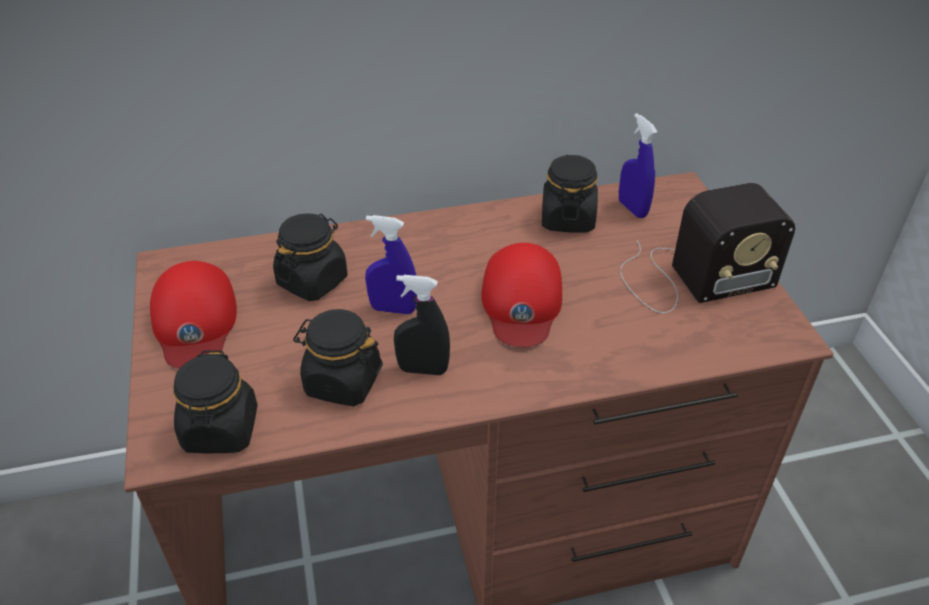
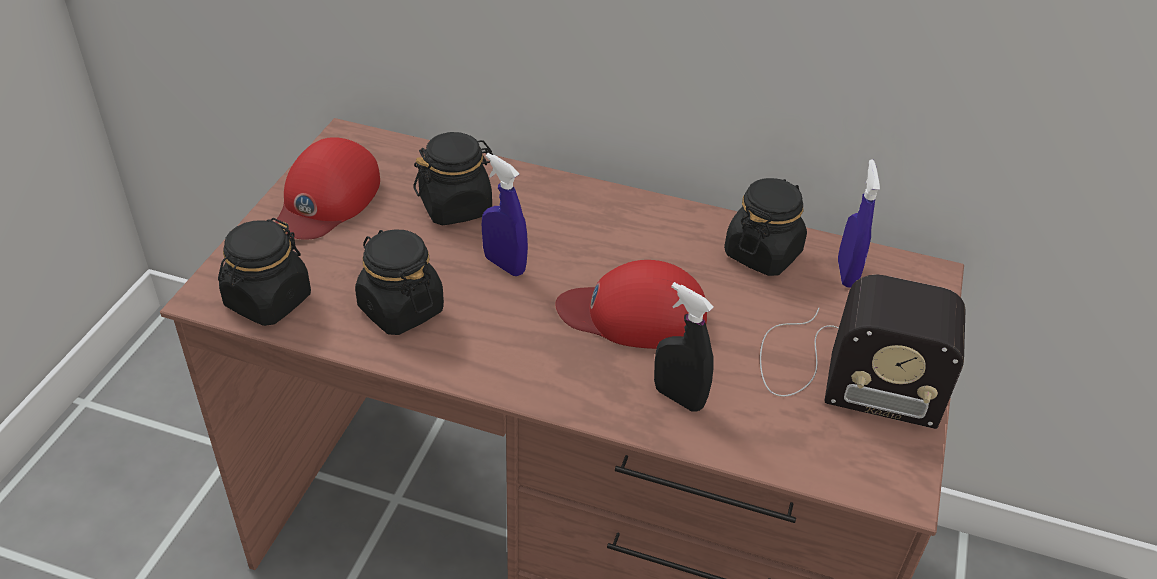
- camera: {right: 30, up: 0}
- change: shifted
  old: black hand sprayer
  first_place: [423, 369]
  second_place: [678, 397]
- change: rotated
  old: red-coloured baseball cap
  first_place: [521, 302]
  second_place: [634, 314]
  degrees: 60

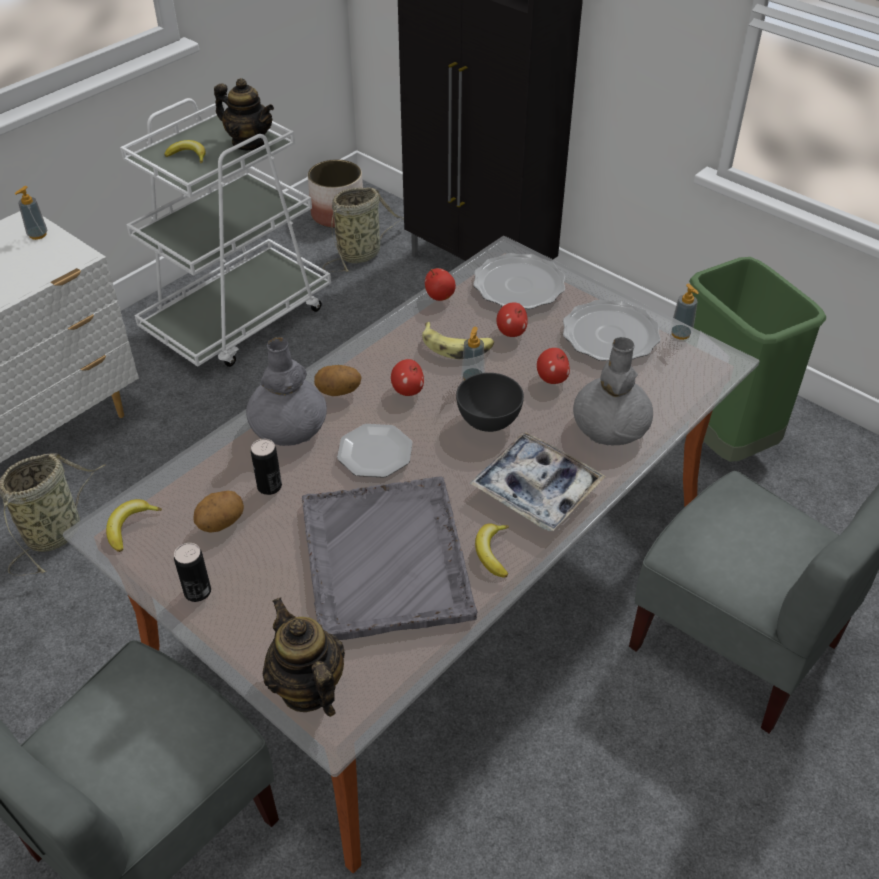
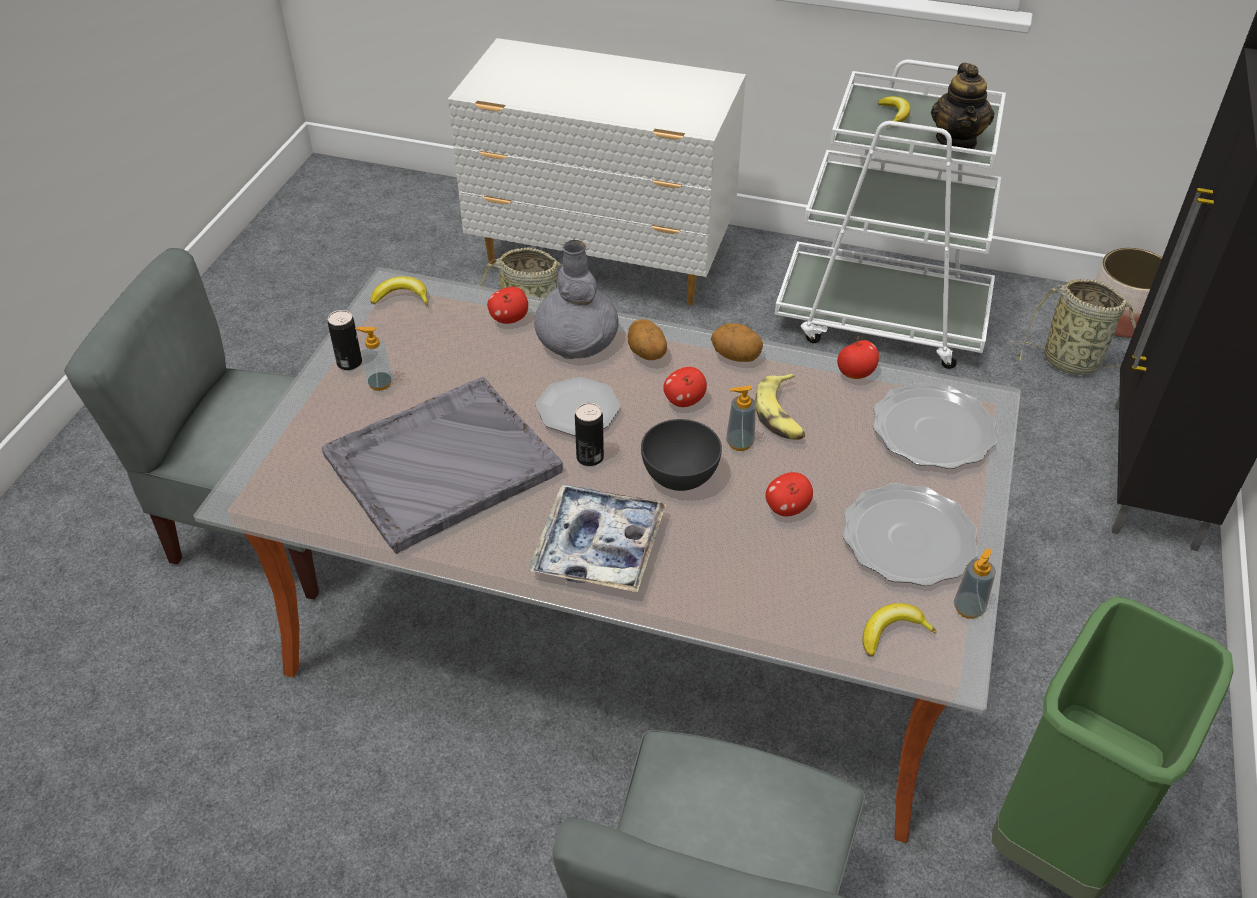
- camera: {right: 65, up: 0}
- change: shifted
  old: soap dispenser
  first_place: [37, 235]
  second_place: [380, 383]
- change: shifted
  old: whole potato
  first_place: [221, 523]
  second_place: [736, 356]
- change: shifted
  old: metal can
  first_place: [269, 486]
  second_place: [590, 457]
- change: gone
  old: teapot
  first_place: [307, 688]
- change: shifted
  old: banana fruit
  first_place: [492, 552]
  second_place: [892, 632]
- change: shifted
  old: whole apple
  first_place: [511, 332]
  second_place: [509, 319]
- change: gone
  old: grey decorative vase
  first_place: [609, 426]

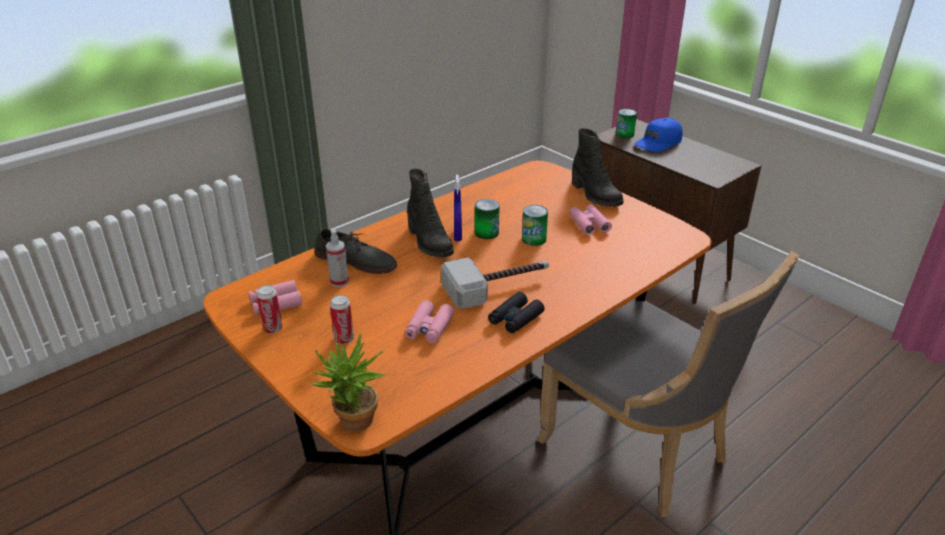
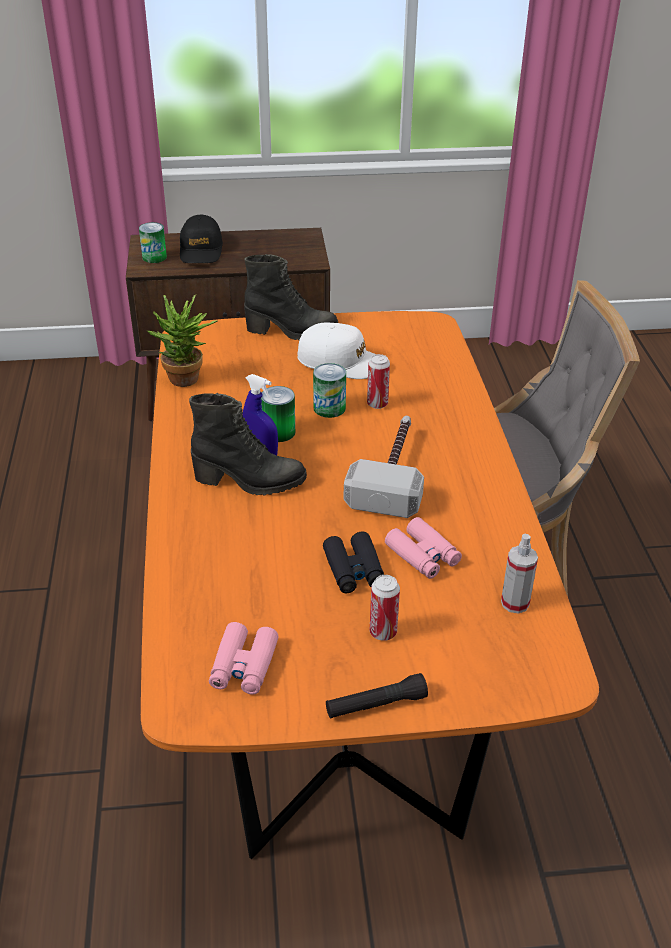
- camera: {right: -55, up: 5}
- change: shifted
  old: metal can
  first_place: [273, 329]
  second_place: [377, 404]
- change: shifted
  old: houseplant
  first_place: [354, 425]
  second_place: [187, 382]
- change: gone
  old: grey low shoe
  first_place: [356, 260]
- change: shifted
  old: hand sprayer
  first_place: [339, 281]
  second_place: [515, 603]
- change: shifted
  old: black binoculars
  first_place: [515, 318]
  second_place: [354, 570]
- change: swapped
  old: pink-coloured binoculars
  new: whitish baseball cap
  first_place: [589, 224]
  second_place: [342, 362]
- change: repainted
  old: blue baseball cap
  new: black baseball cap
  first_place: [658, 143]
  second_place: [201, 250]
- change: new
  new: black flashlight
  second_place: [376, 705]

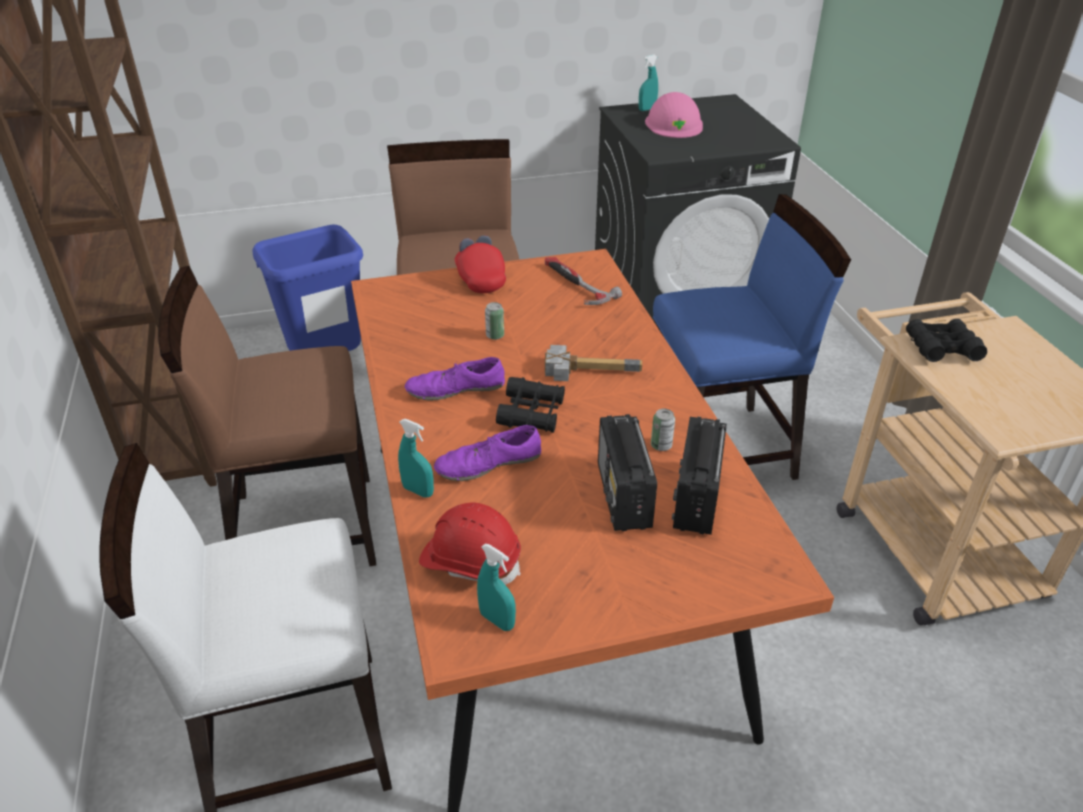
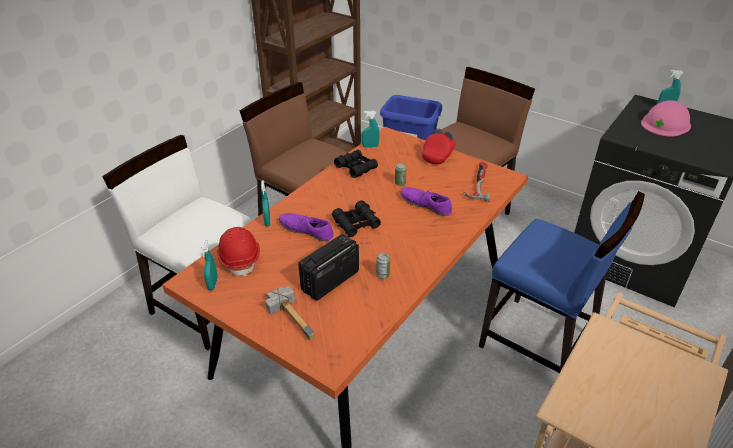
- camera: {right: 50, up: 0}
- change: shifted
  old: purple-coloured low shoe
  first_place: [455, 388]
  second_place: [425, 204]
- change: shifted
  old: hammer
  first_place: [589, 367]
  second_place: [295, 315]
- change: gone
  old: radio
  first_place: [696, 499]
- change: shifted
  old: black binoculars
  first_place: [942, 348]
  second_place: [356, 168]
- change: new
  new: turquoise hand sprayer
  second_place: [370, 146]

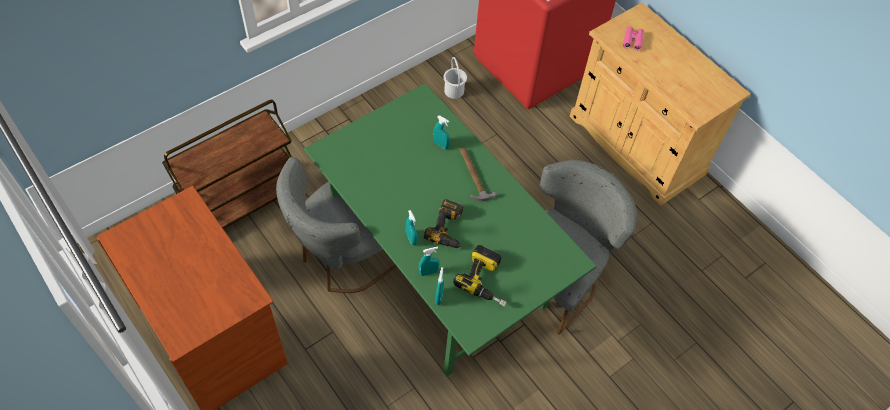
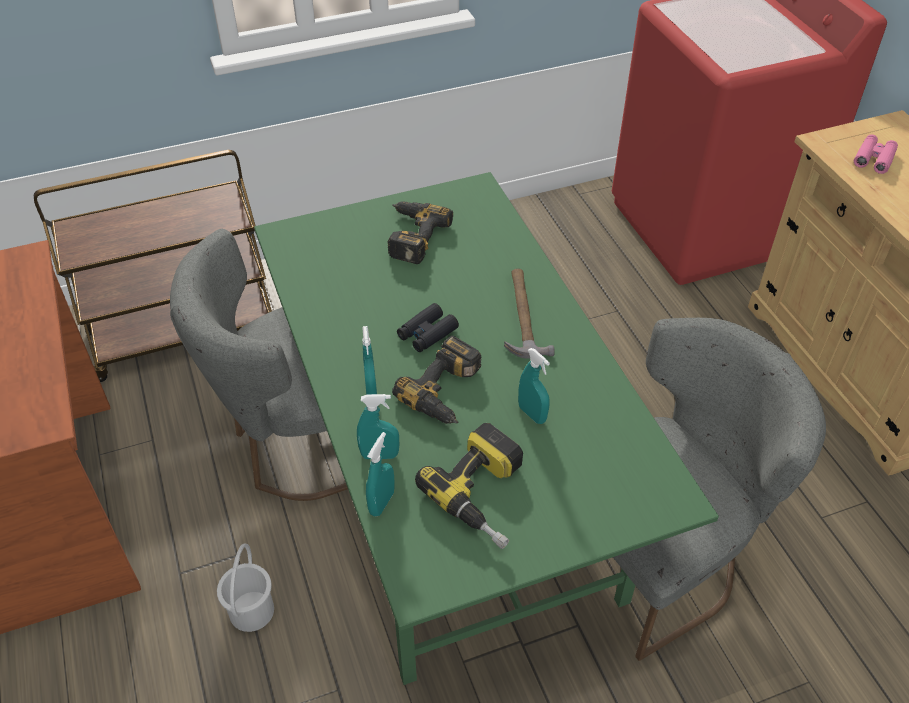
- camera: {right: 20, up: -10}
- change: shifted
  old: turquoise hand sprayer
  first_place: [441, 144]
  second_place: [532, 414]
- change: shifted
  old: whitish water bucket
  first_place: [453, 91]
  second_place: [250, 611]
- change: new
  new: electric drill
  second_place: [410, 236]
- change: new
  new: black binoculars
  second_place: [427, 333]

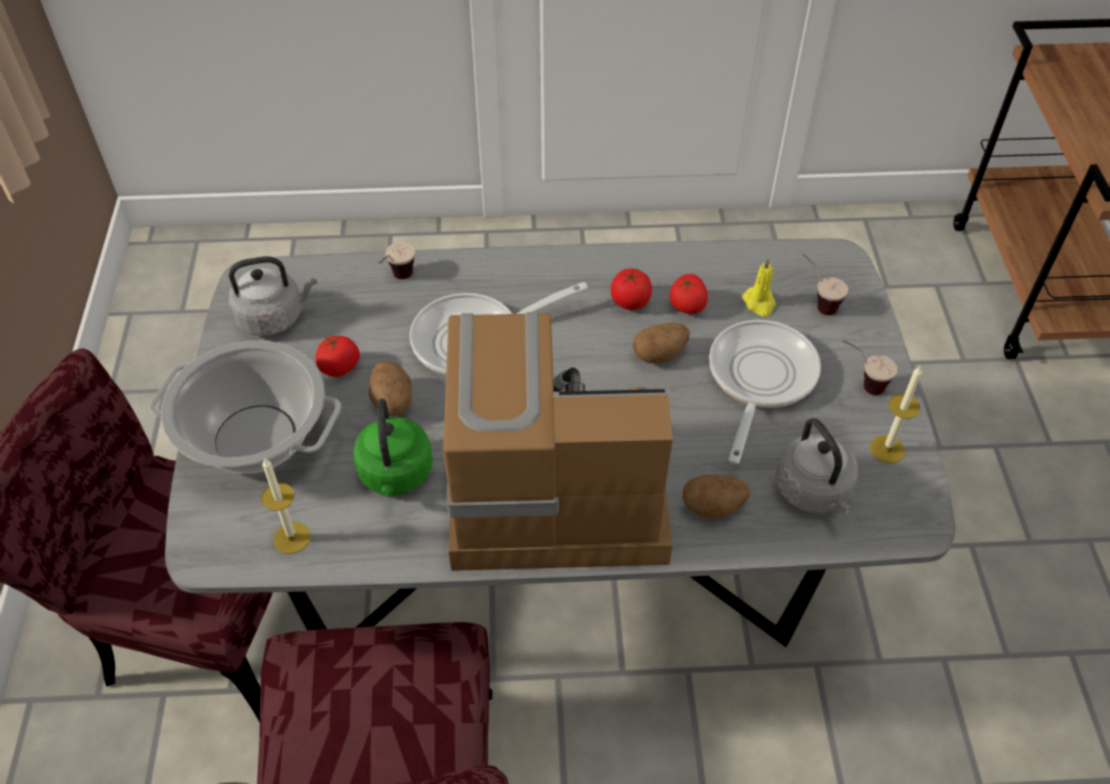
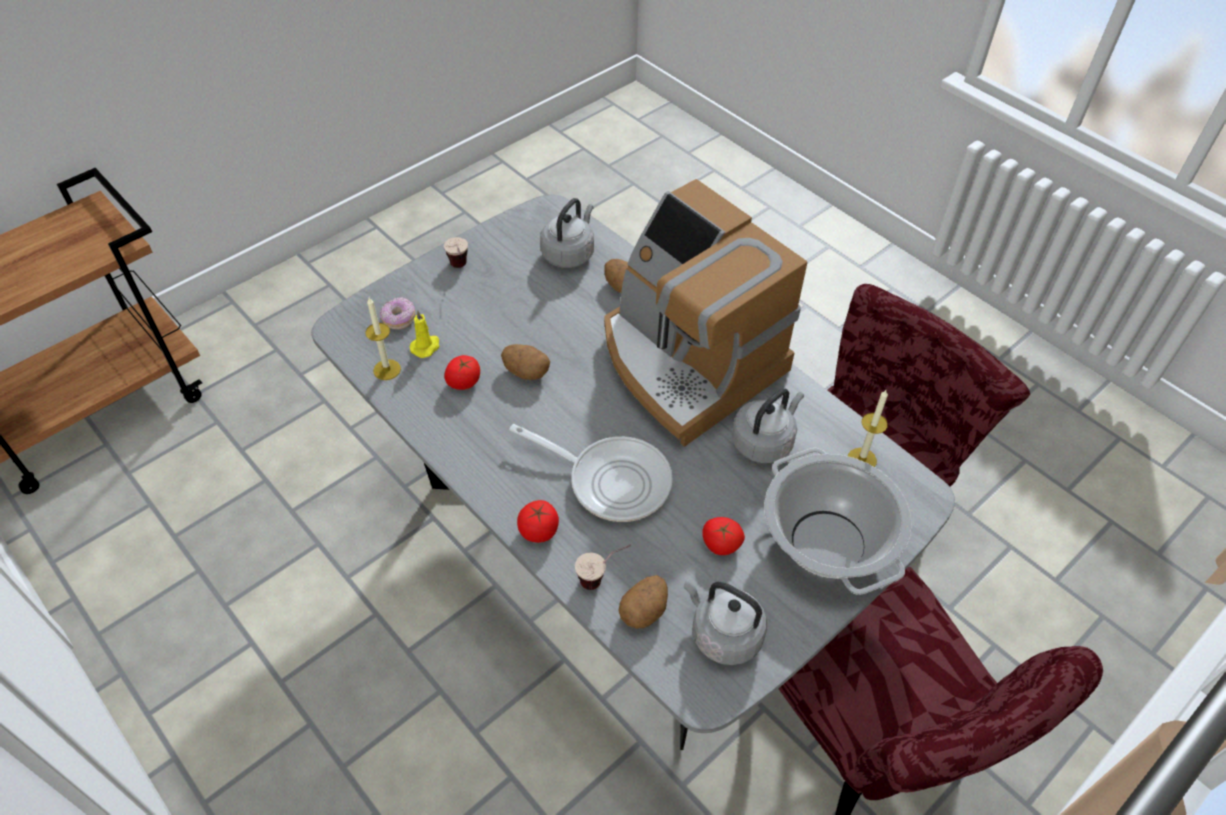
- camera: {right: -130, up: 0}
- change: repainted
  old: greenish water kettle
  new: grey water kettle
  first_place: [395, 475]
  second_place: [764, 442]
- change: shifted
  old: whole potato
  first_place: [393, 402]
  second_place: [644, 611]
- change: shifted
  old: tomato
  first_place: [630, 301]
  second_place: [539, 531]
- change: gone
  old: pan
  first_place: [759, 379]
- change: swapped
  old: drinking cup
  new: ring doughnut
  first_place: [816, 302]
  second_place: [399, 319]
- change: shifted
  old: wax candle
  first_place: [887, 449]
  second_place: [387, 369]

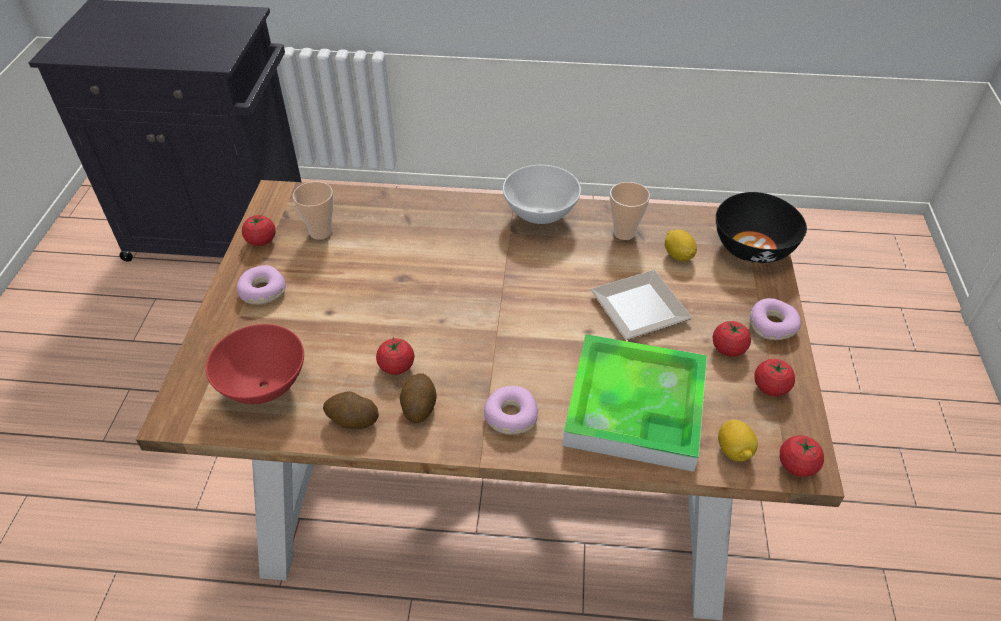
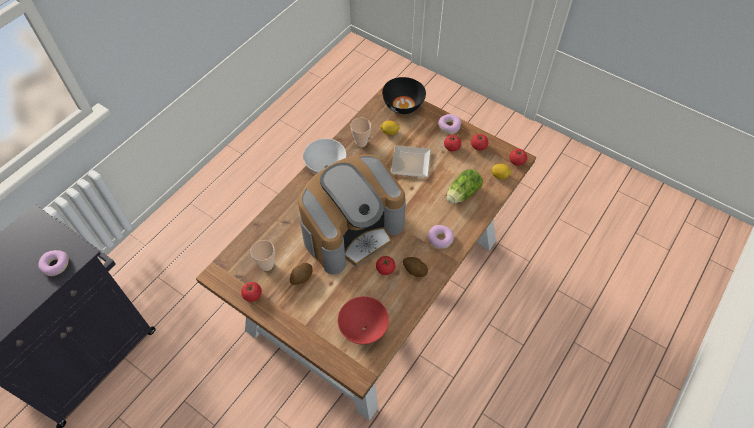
- camera: {right: -60, up: 10}
- change: shifted
  old: ring doughnut
  first_place: [262, 291]
  second_place: [55, 265]
- change: shifted
  old: whole potato
  first_place: [352, 420]
  second_place: [301, 277]
- change: swapped
  old: carrying tray
  new: head of lettuce
  first_place: [635, 406]
  second_place: [461, 194]
- change: new
  new: coffee brewer
  second_place: [352, 230]

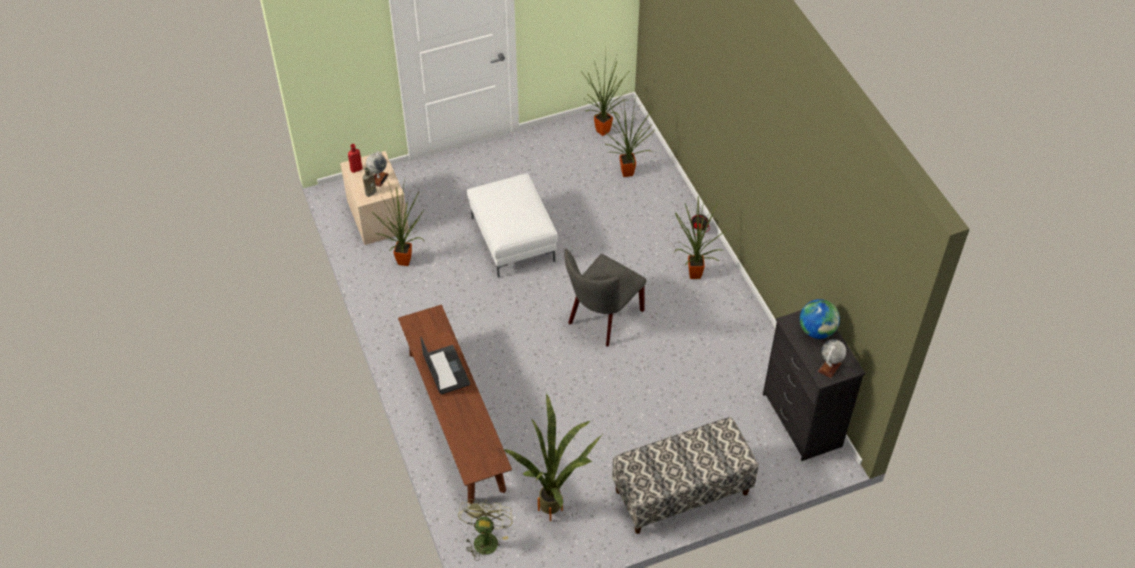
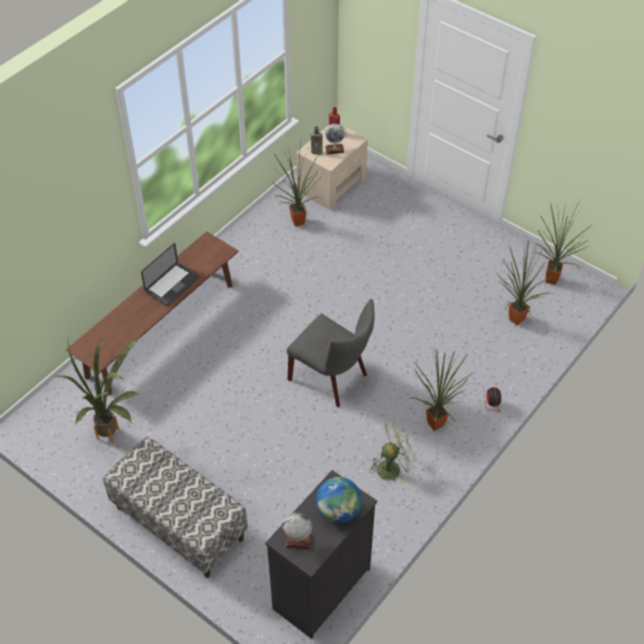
- camera: {right: 60, up: 0}
- change: shifted
  old: greenish electric fan
  first_place: [485, 538]
  second_place: [393, 467]
- change: gone
  old: whitish pouffe
  first_place: [511, 239]
- change: rotated
  old: grey chair
  first_place: [602, 319]
  second_place: [332, 378]
  degrees: -150

